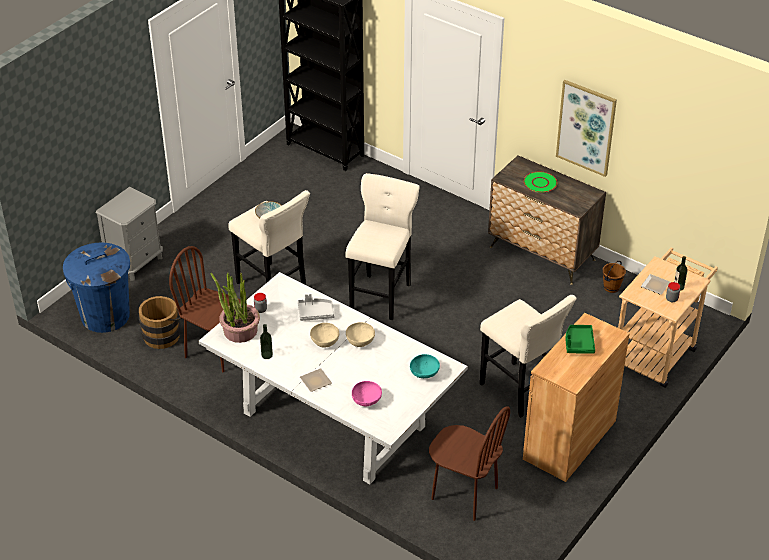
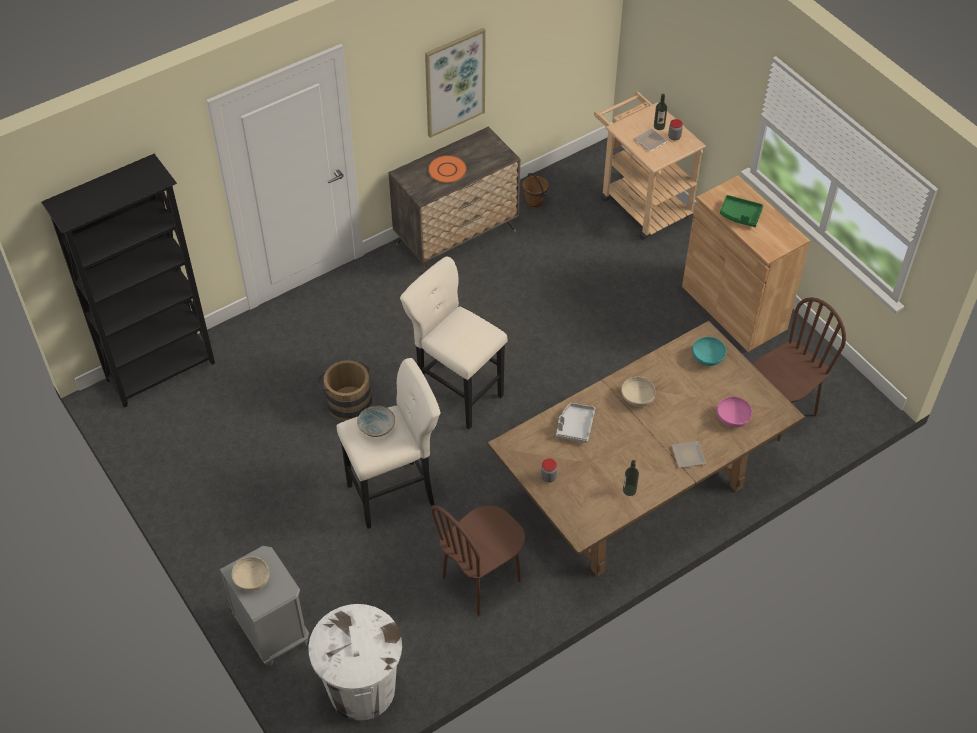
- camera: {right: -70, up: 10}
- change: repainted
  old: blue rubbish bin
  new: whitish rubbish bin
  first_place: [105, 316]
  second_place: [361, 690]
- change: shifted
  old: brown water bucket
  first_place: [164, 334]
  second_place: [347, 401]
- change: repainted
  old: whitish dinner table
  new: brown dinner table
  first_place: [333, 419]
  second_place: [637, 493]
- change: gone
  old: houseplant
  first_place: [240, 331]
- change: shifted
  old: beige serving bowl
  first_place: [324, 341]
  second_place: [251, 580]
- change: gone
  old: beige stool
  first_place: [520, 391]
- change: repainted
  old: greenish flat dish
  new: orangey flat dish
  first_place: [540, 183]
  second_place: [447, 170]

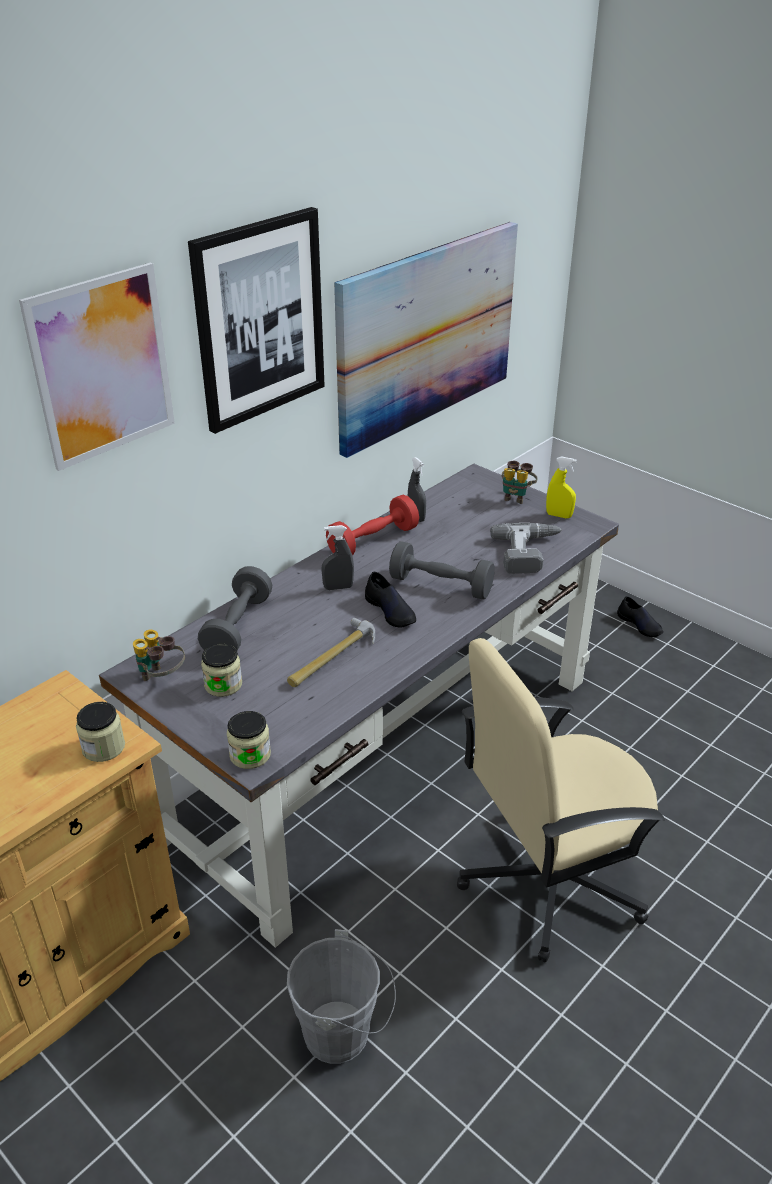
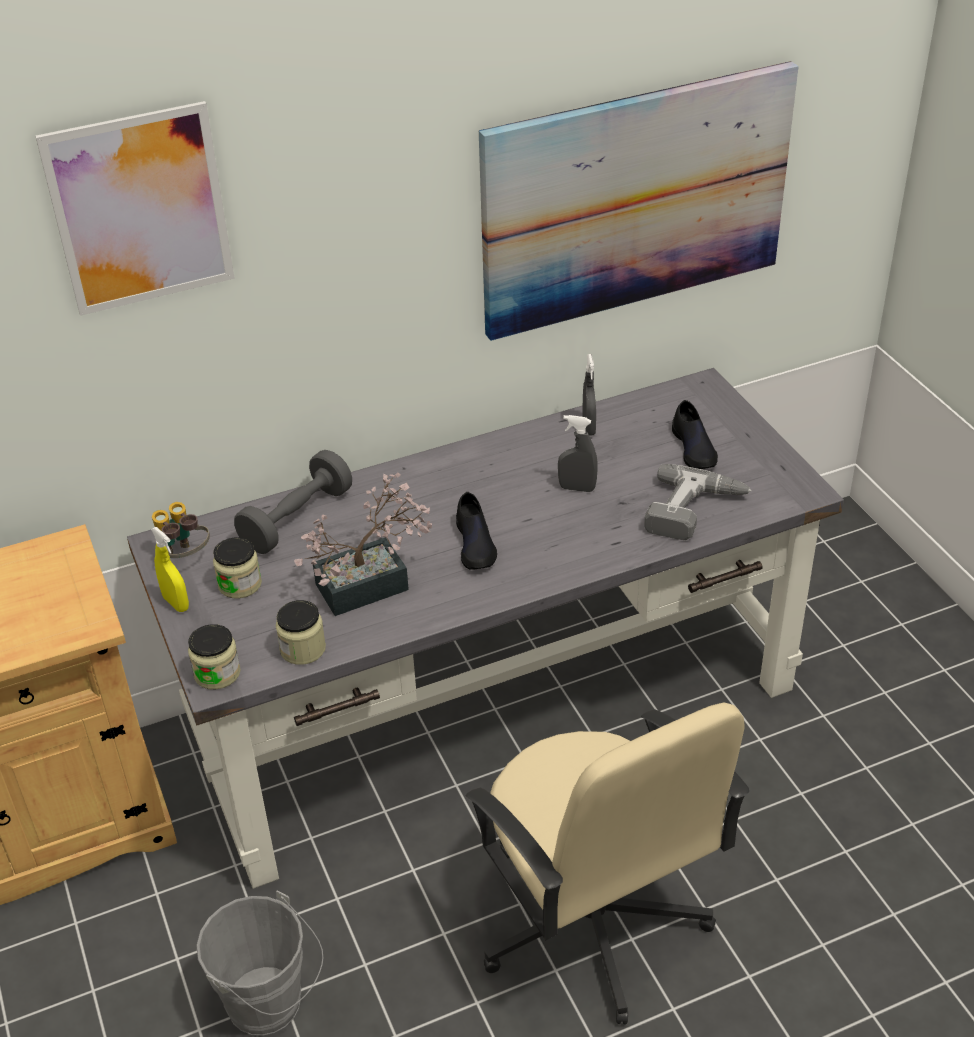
- camera: {right: 25, up: 5}
- change: shifted
  old: jar
  first_place: [103, 747]
  second_place: [303, 649]
- change: gone
  old: picture
  first_place: [259, 319]
- change: swapped
  old: hammer
  new: houseplant
  first_place: [332, 657]
  second_place: [372, 584]
- change: shifted
  old: grey hand sprayer
  first_place: [338, 587]
  second_place: [577, 488]
- change: gone
  old: red-coloured free weight
  first_place: [373, 541]
- change: gone
  old: grey free weight
  first_place: [441, 585]
- change: rotated
  old: beige desk chair
  first_place: [548, 881]
  second_place: [592, 922]
  degrees: -120
- change: gone
  old: binoculars
  first_place: [516, 497]
- change: shifted
  old: yellowish hand sprayer
  first_place: [559, 515]
  second_place: [176, 603]
- change: shifted
  old: black low shoe
  first_place: [640, 625]
  second_place: [694, 448]

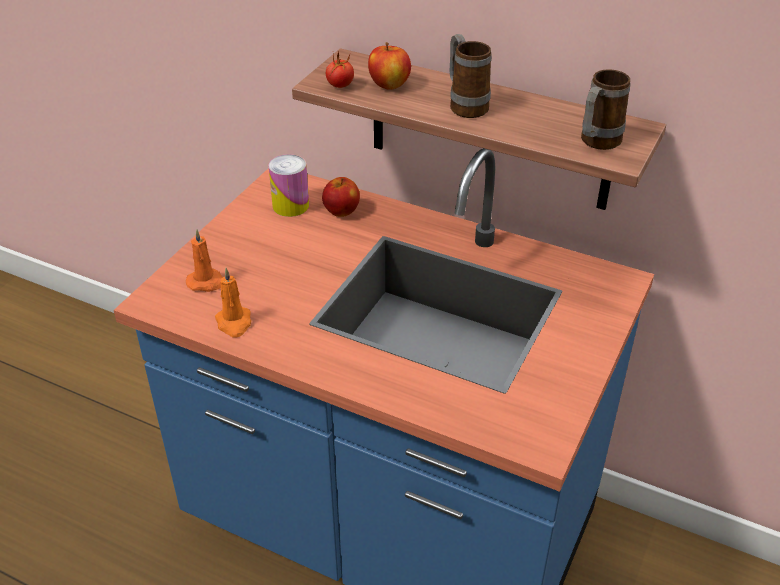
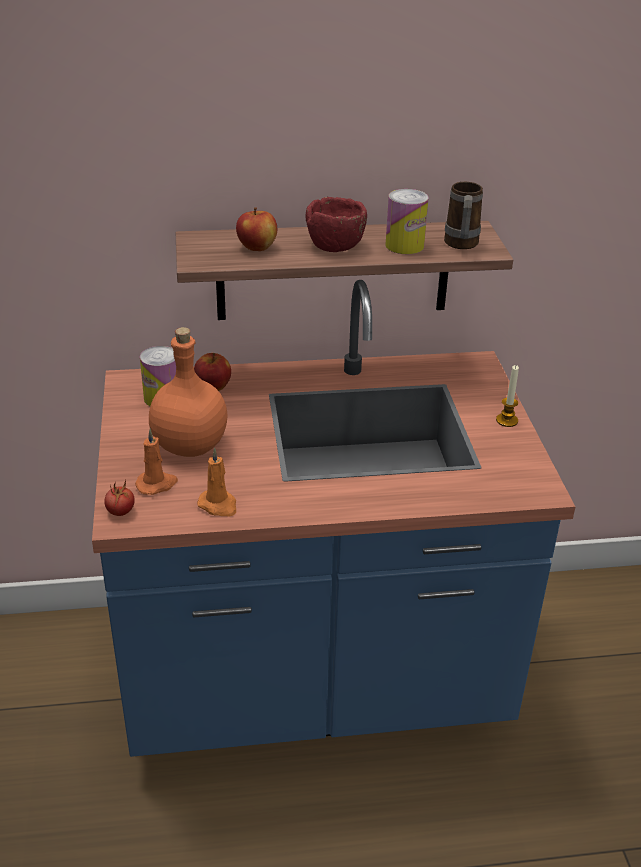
- camera: {right: -35, up: -5}
- change: shifted
  old: tomato
  first_place: [340, 85]
  second_place: [120, 512]
- change: swapped
  old: coffee mug
  new: red-coloured serving bowl
  first_place: [465, 105]
  second_place: [335, 246]
- change: new
  new: orangey drink bottle
  second_place: [191, 445]
- change: new
  new: metal can
  second_place: [404, 245]
- change: new
  new: wax candle
  second_place: [507, 420]

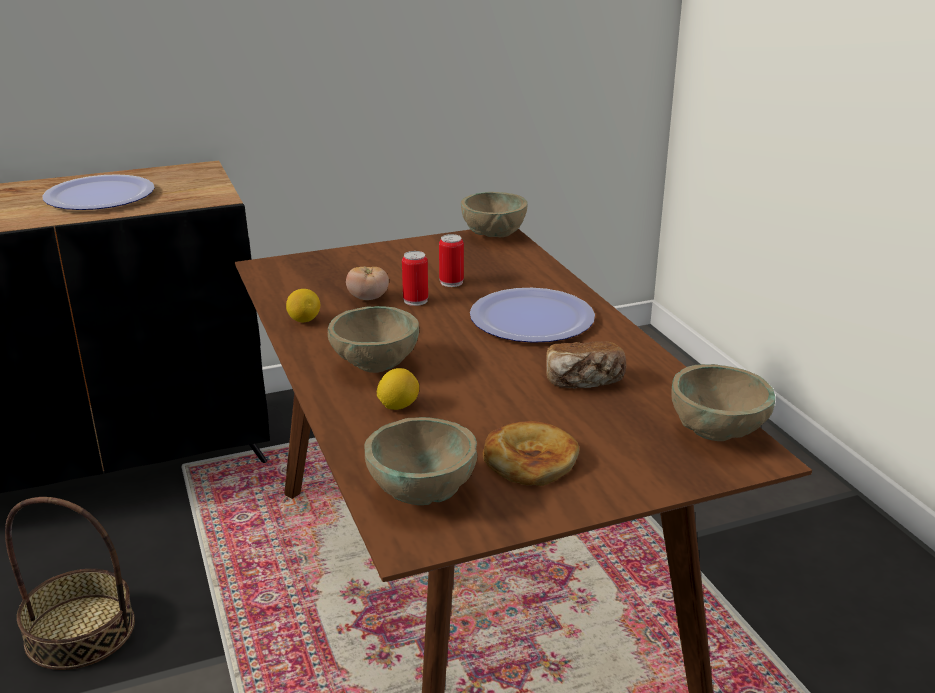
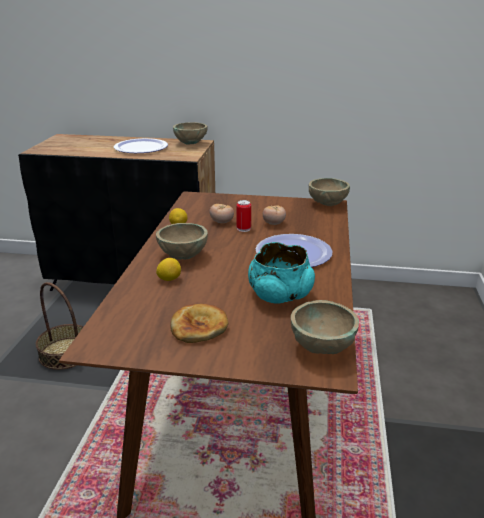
- camera: {right: 30, up: 0}
- change: shifted
  old: beige serving bowl
  first_place: [420, 493]
  second_place: [190, 143]
- change: swapped
  old: metal can
  new: tomato
  first_place: [451, 282]
  second_place: [273, 224]
- change: swapped
  old: bread
  new: turquoise serving bowl
  first_place: [584, 382]
  second_place: [279, 295]

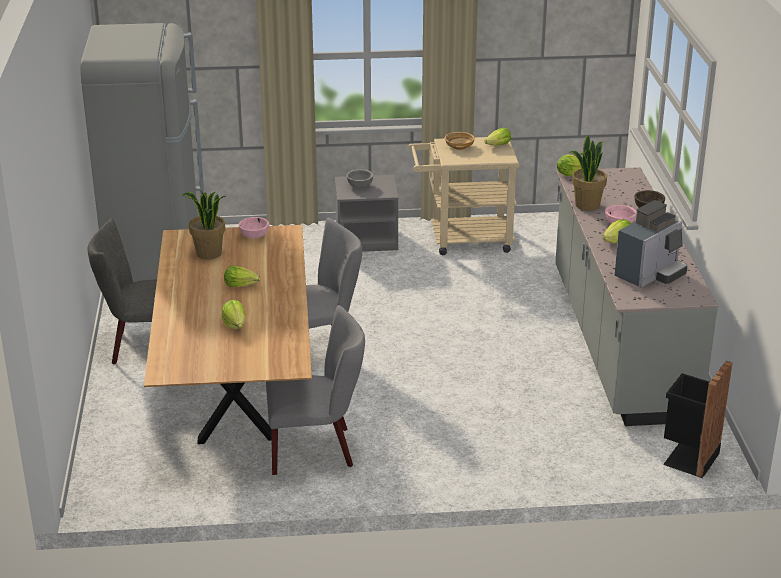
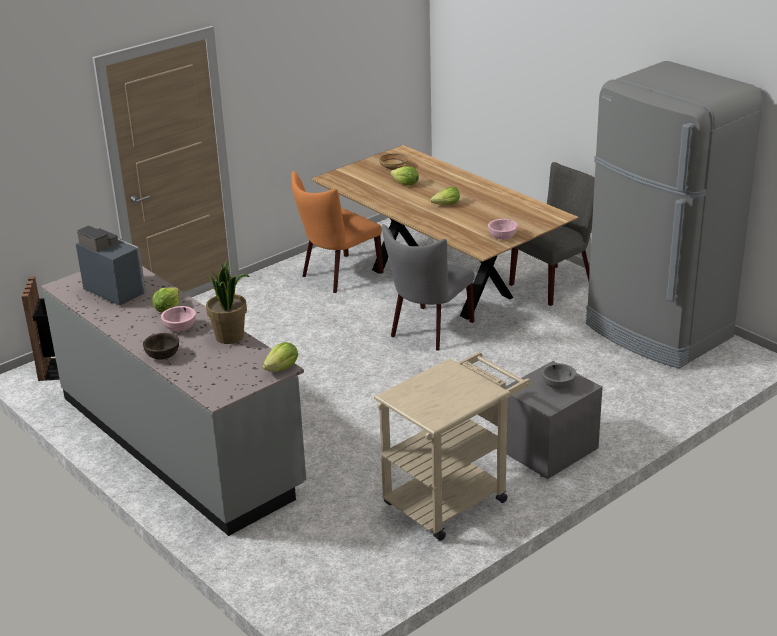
- camera: {right: 145, up: 0}
- change: gone
  old: houseplant
  first_place: [208, 253]
- change: repainted
  old: grey chair
  new: orangey chair
  first_place: [317, 449]
  second_place: [337, 275]
- change: shifted
  old: beige serving bowl
  first_place: [459, 146]
  second_place: [394, 167]
- change: gone
  old: head of lettuce
  first_place: [498, 145]
- change: rotated
  old: coffee brewer
  first_place: [650, 274]
  second_place: [116, 290]
  degrees: 120

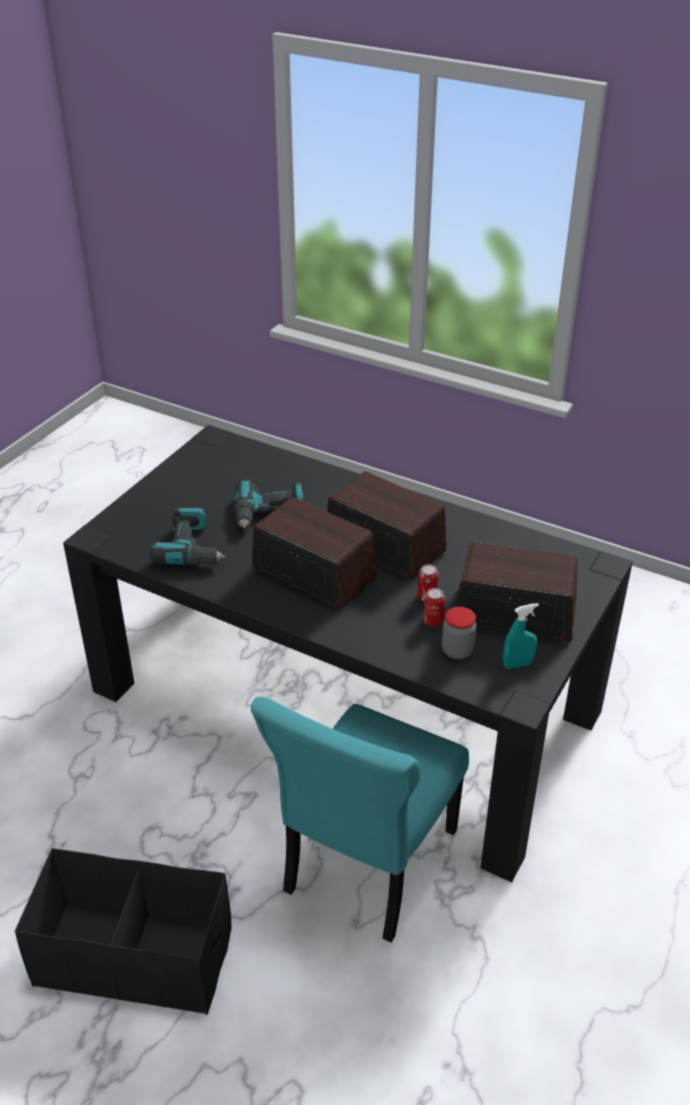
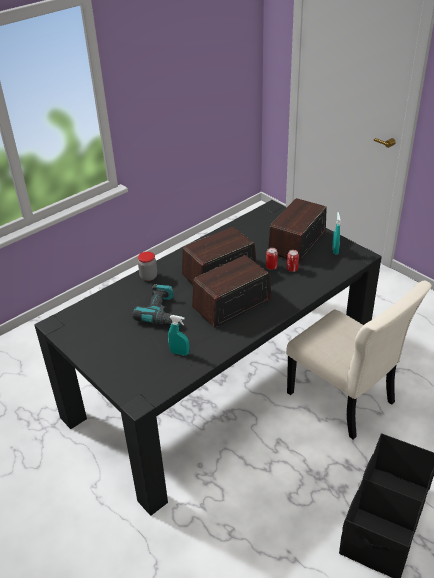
- camera: {right: -70, up: 0}
- change: swapped
  old: electric drill
  new: turquoise hand sprayer
  first_place: [192, 548]
  second_place: [179, 352]
- change: repainted
  old: turquoise chair
  new: beige chair
  first_place: [366, 865]
  second_place: [343, 400]
- change: shifted
  old: jar
  first_place: [457, 651]
  second_place: [148, 277]

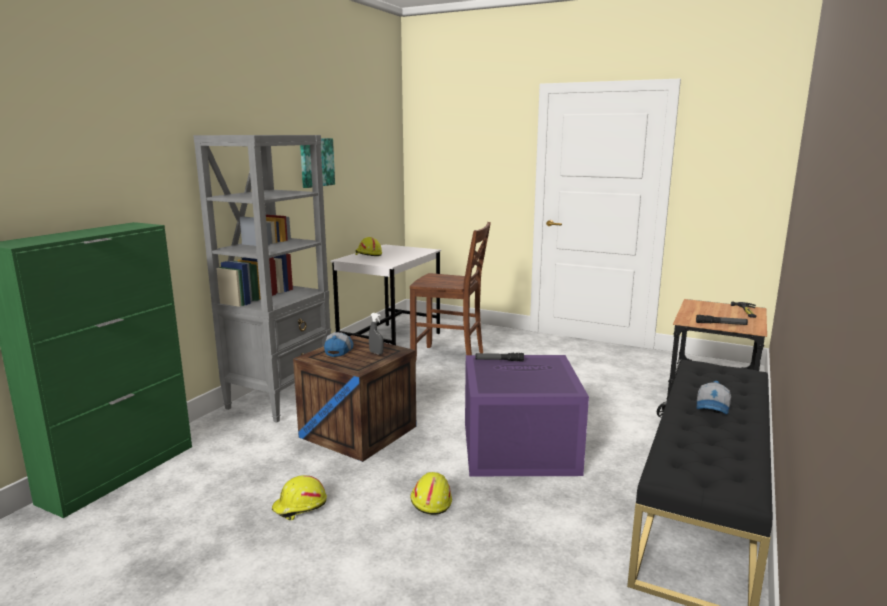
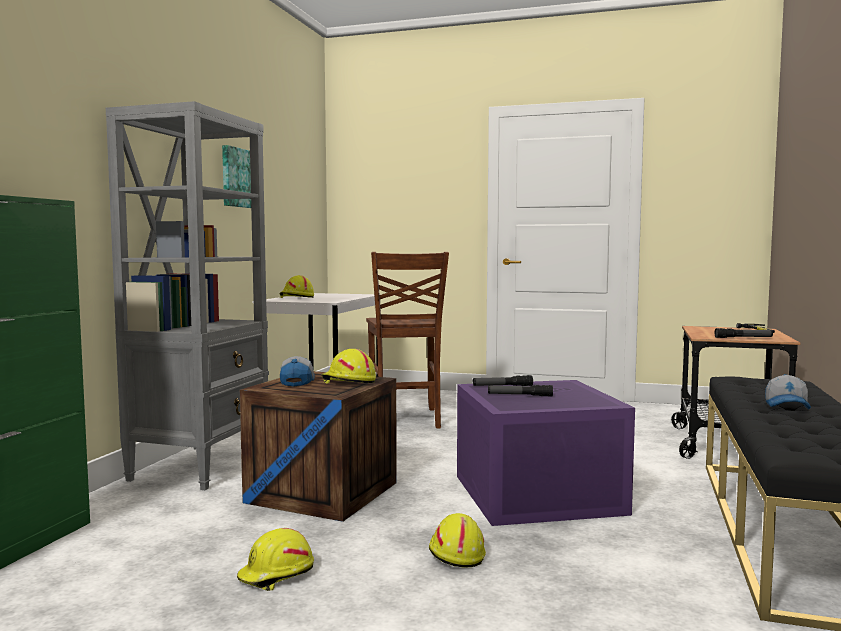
- camera: {right: -10, up: -10}
- change: swapped
  old: grey hand sprayer
  new: yellowish work helmet
  first_place: [376, 353]
  second_place: [348, 381]
- change: rotated
  old: brown chair
  first_place: [449, 359]
  second_place: [405, 420]
  degrees: 75
- change: new
  new: flashlight
  second_place: [520, 395]

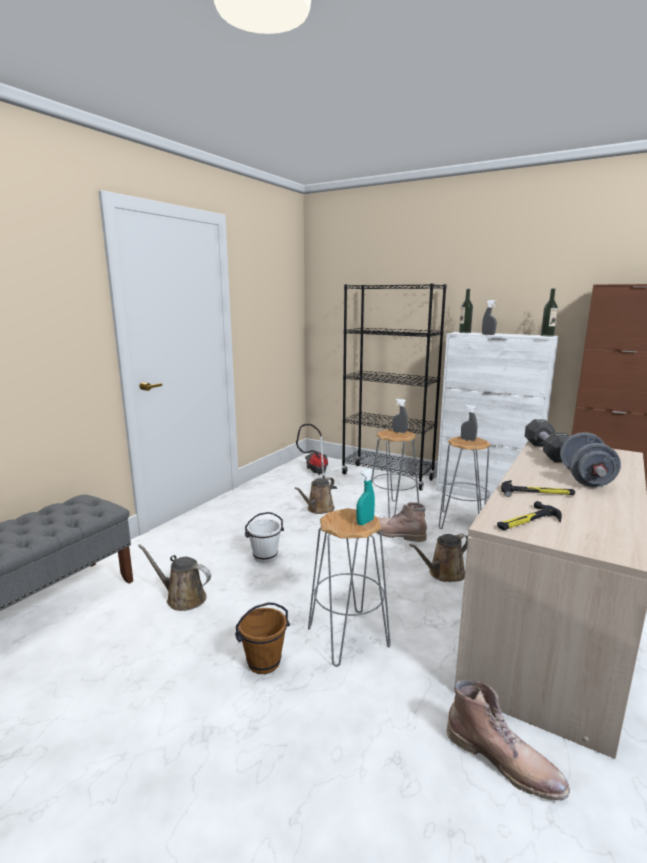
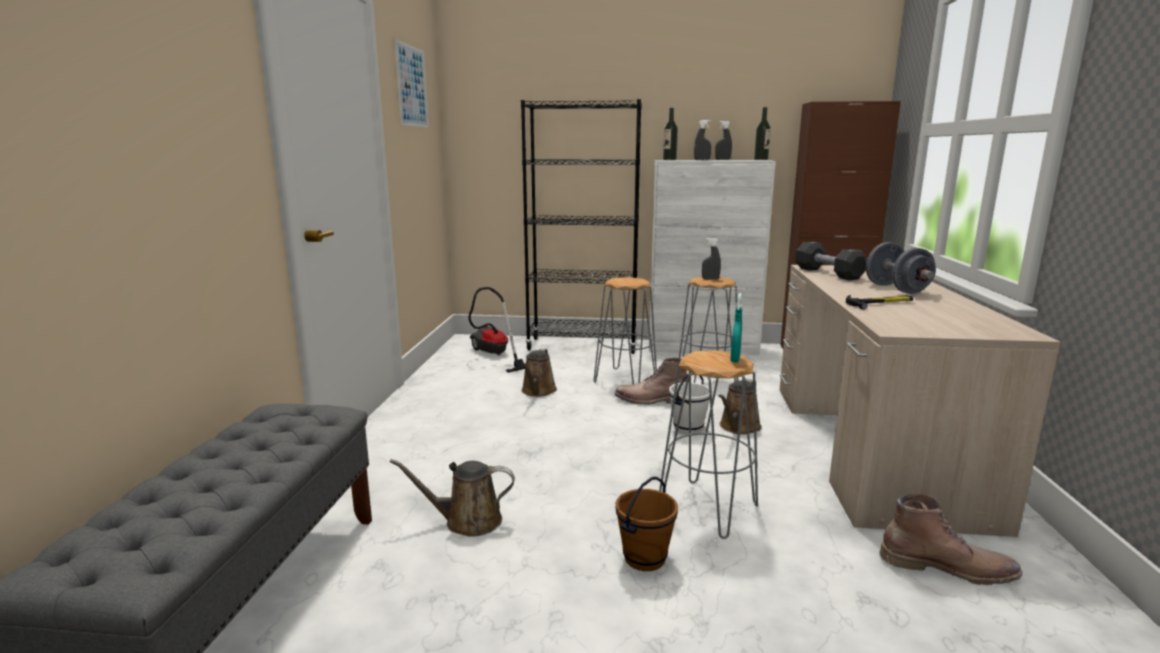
- camera: {right: -25, up: 0}
- change: shifted
  old: whitish water bucket
  first_place: [265, 556]
  second_place: [687, 428]
- change: shifted
  old: grey hand sprayer
  first_place: [399, 432]
  second_place: [722, 160]
- change: gone
  old: hammer
  first_place: [527, 521]
- change: new
  new: picture
  second_place: [412, 86]

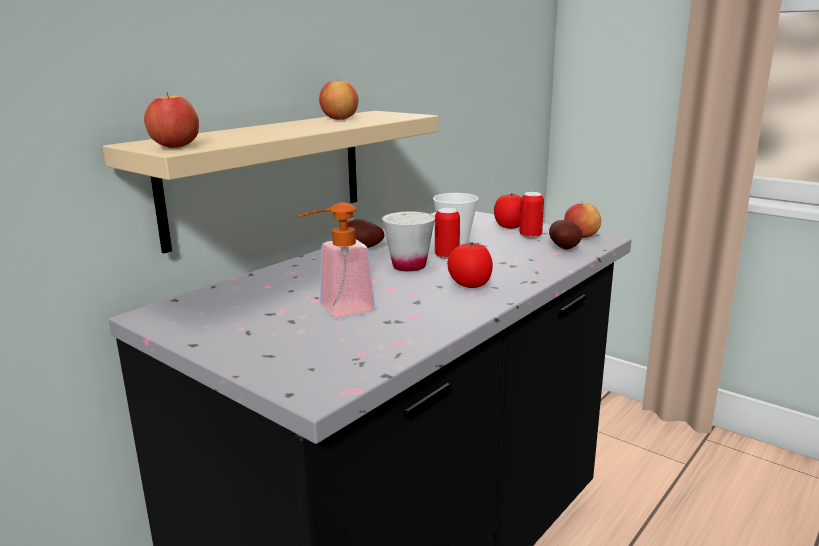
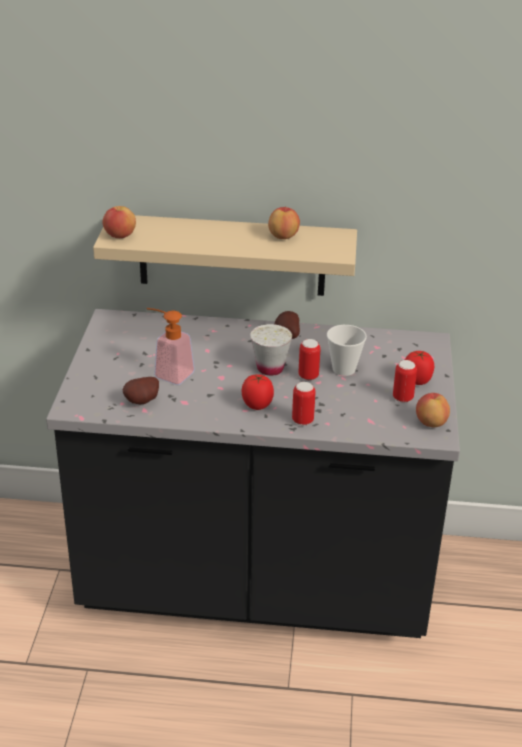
- camera: {right: 55, up: 15}
- change: shifted
  old: whole potato
  first_place: [565, 248]
  second_place: [143, 402]
- change: new
  new: metal can
  second_place: [302, 420]

